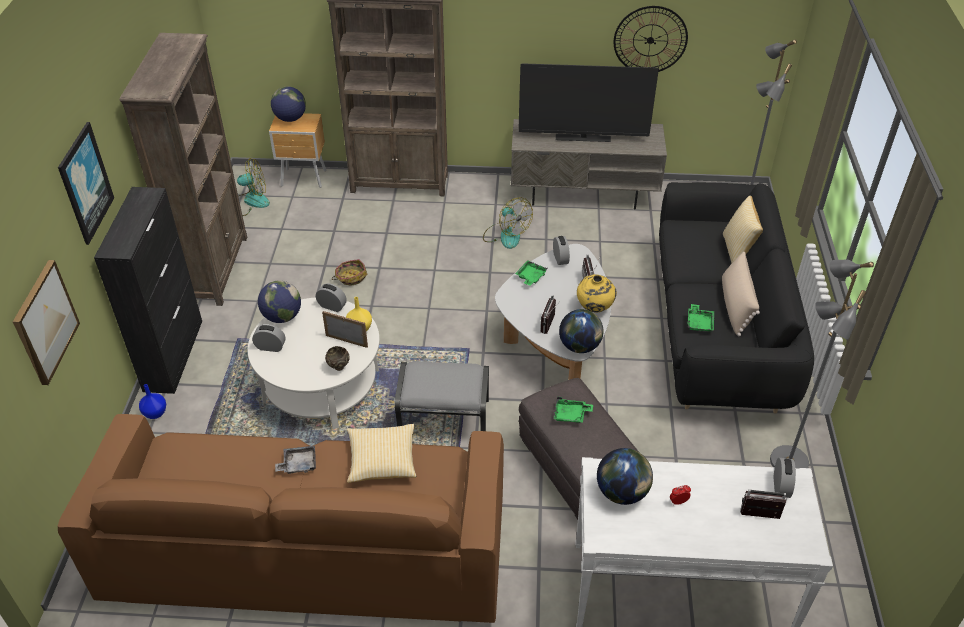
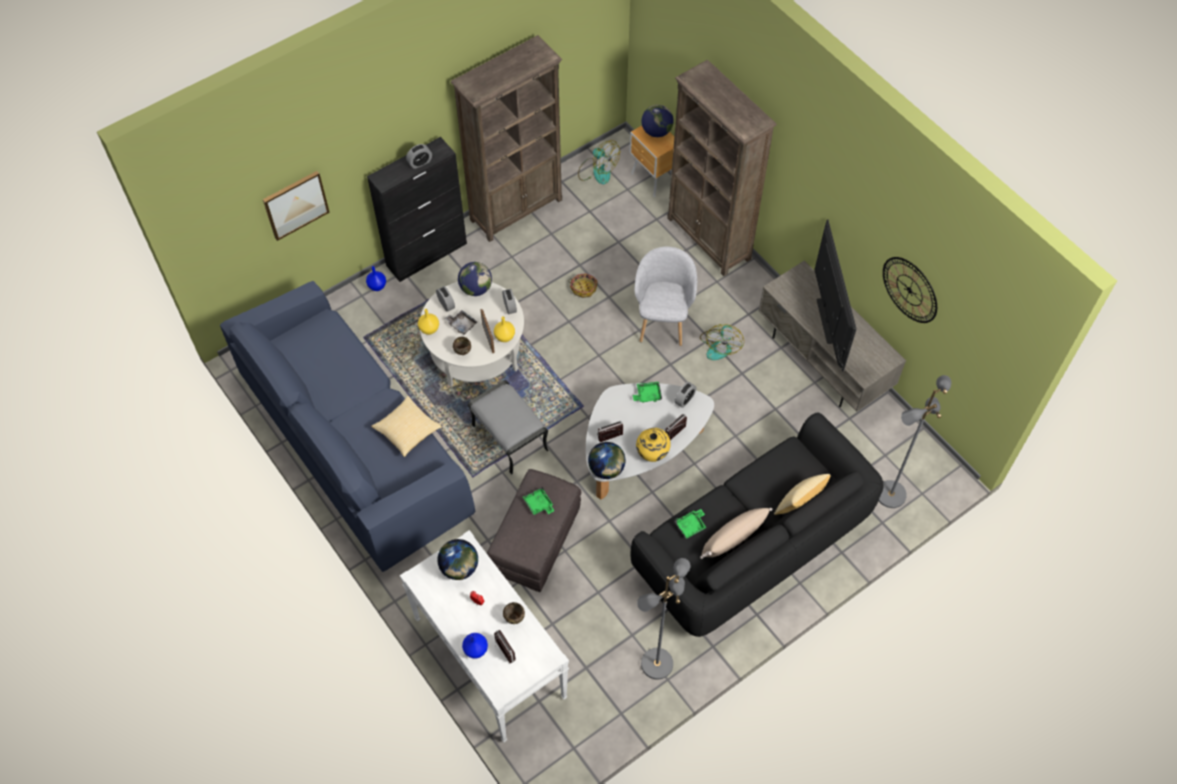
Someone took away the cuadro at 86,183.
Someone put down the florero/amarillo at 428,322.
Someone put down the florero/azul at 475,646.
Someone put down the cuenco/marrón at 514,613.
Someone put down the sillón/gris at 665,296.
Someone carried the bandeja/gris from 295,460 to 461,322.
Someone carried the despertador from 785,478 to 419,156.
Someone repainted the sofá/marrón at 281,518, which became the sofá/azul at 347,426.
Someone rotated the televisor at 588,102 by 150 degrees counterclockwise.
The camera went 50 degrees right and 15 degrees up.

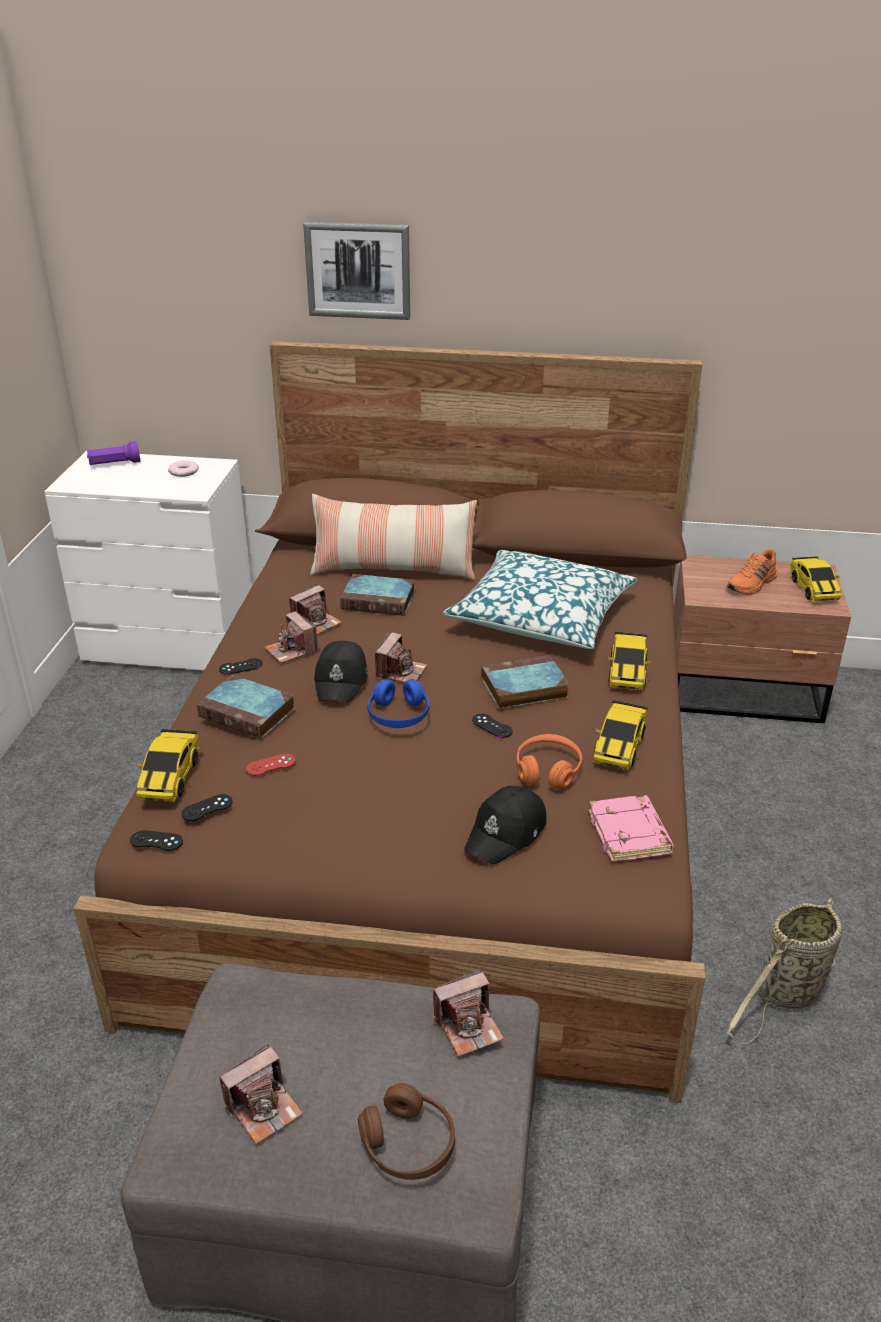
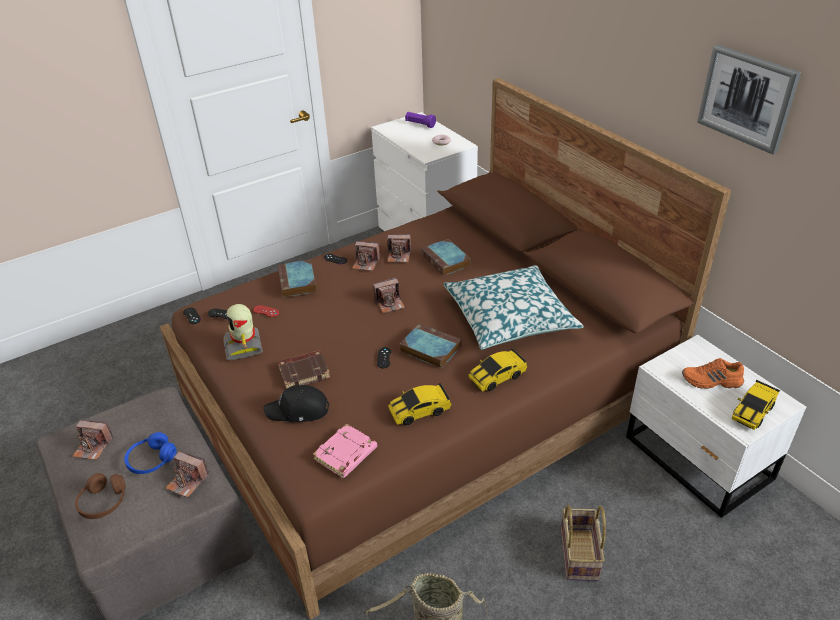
Someone took away the coche de juguete at 168,765.
Someone took away the cojín at 393,537.
Someone took away the gorra/negro at 341,672.
Someone took away the auriculares/naranja at 549,762.
Someone put down the robot de juguete at 243,332.
Someone put down the libro/marrón at 304,369.
Someone put down the cesta at 583,543.
Someone carried the cuadro from 356,271 to 749,99.
Someone carried the auriculares/azul from 398,703 to 150,453.
Someone repainted the mesita de noche/marrón at 762,639, which became the mesita de noche/blanco at 716,426.
Someone rotated the cámara at 291,637 by 90 degrees counterclockwise.
The camera went 50 degrees right and 5 degrees up.

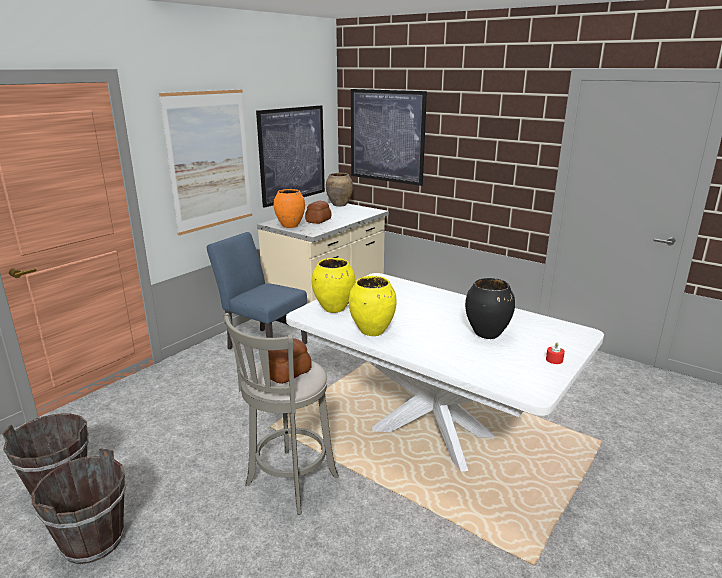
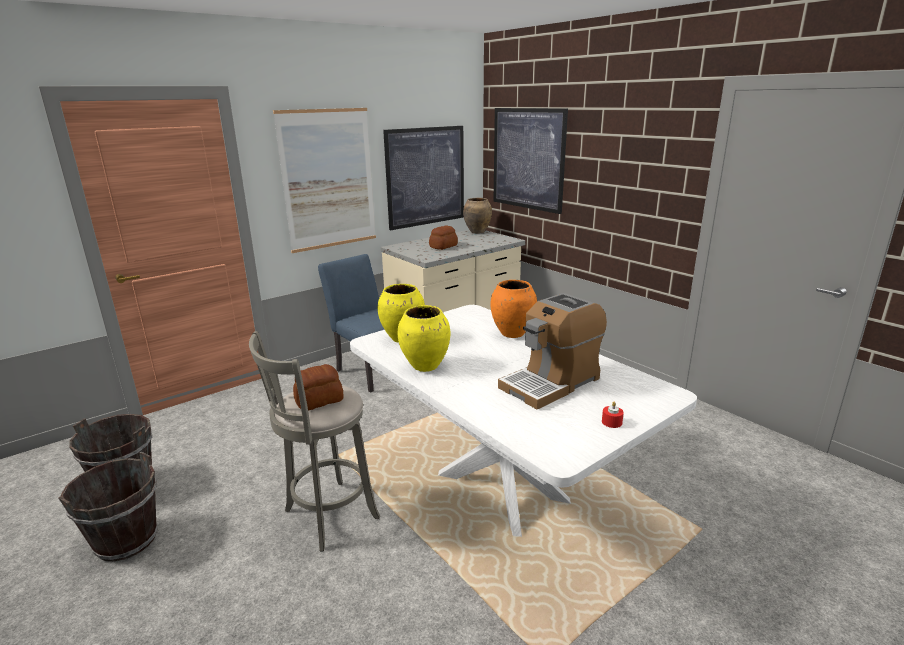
Someone carried the florero/naranja from 289,208 to 513,309.
Someone swapped the florero/negro at 490,308 for the cafetera at 552,351.
The camera went 15 degrees right and 0 degrees up.

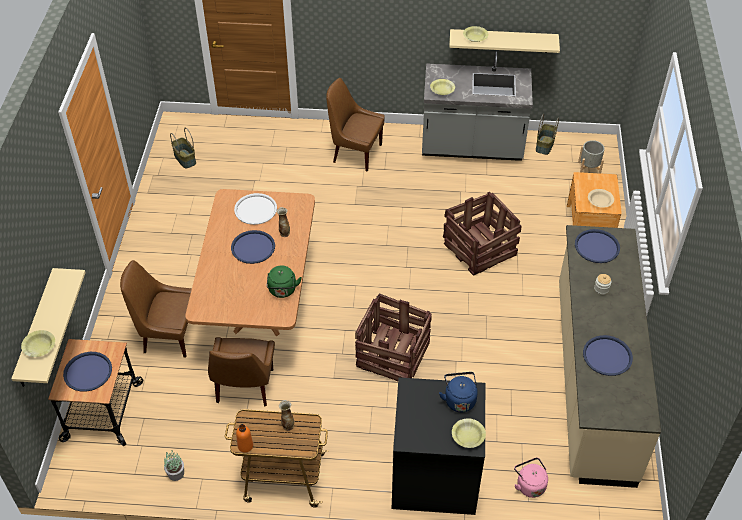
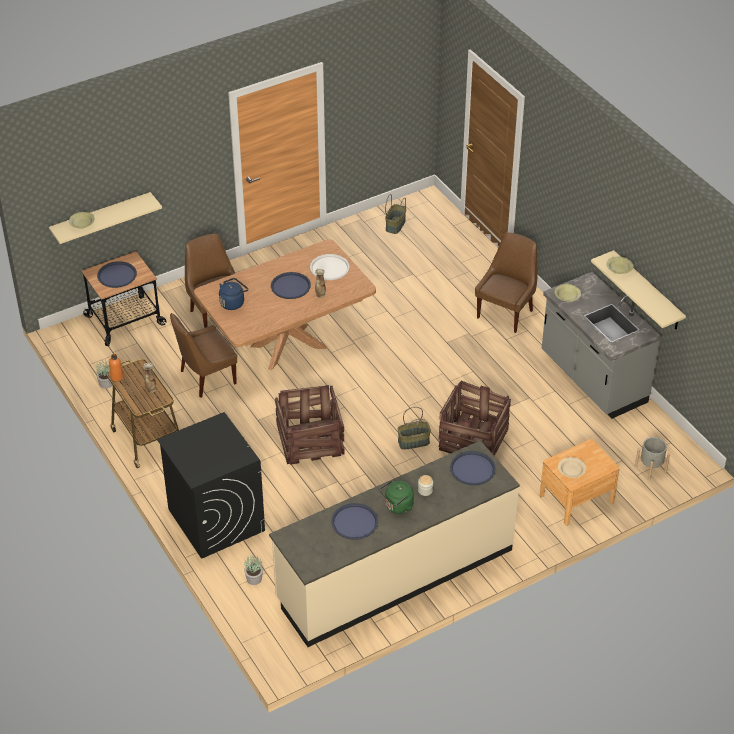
Someone took away the cuenco/amarillo at 469,433.
Someone carried the hervidor/verde from 284,281 to 397,497.
Someone carried the hervidor/azul from 458,392 to 233,294.
Someone carried the cesta from 547,134 to 414,428.
Someone swapped the hervidor/rosa at 531,478 for the planta en maceta at 253,569.
Someone rotated the silla/marrón at 355,125 by 45 degrees clockwise.
The camera went 55 degrees right and 5 degrees down.

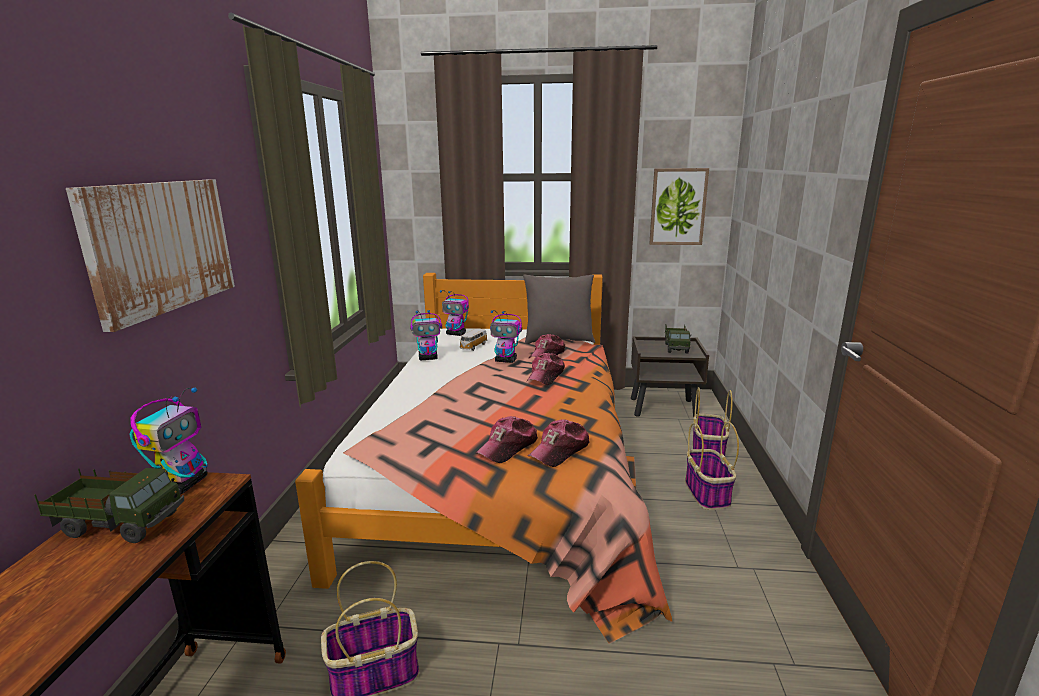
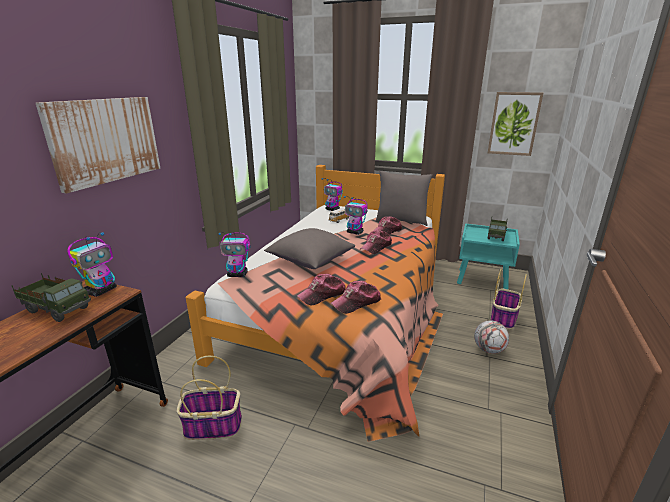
Someone put down the cojín/gris at 309,248.
Someone carried the robot de juguete from 426,335 to 234,254.
Someone swapped the cesta at 712,466 for the balón de fútbol at 491,337.
Someone repainted the mesita de noche/marrón at 670,376, which became the mesita de noche/turquesa at 488,256.
The camera went 15 degrees right and 5 degrees up.

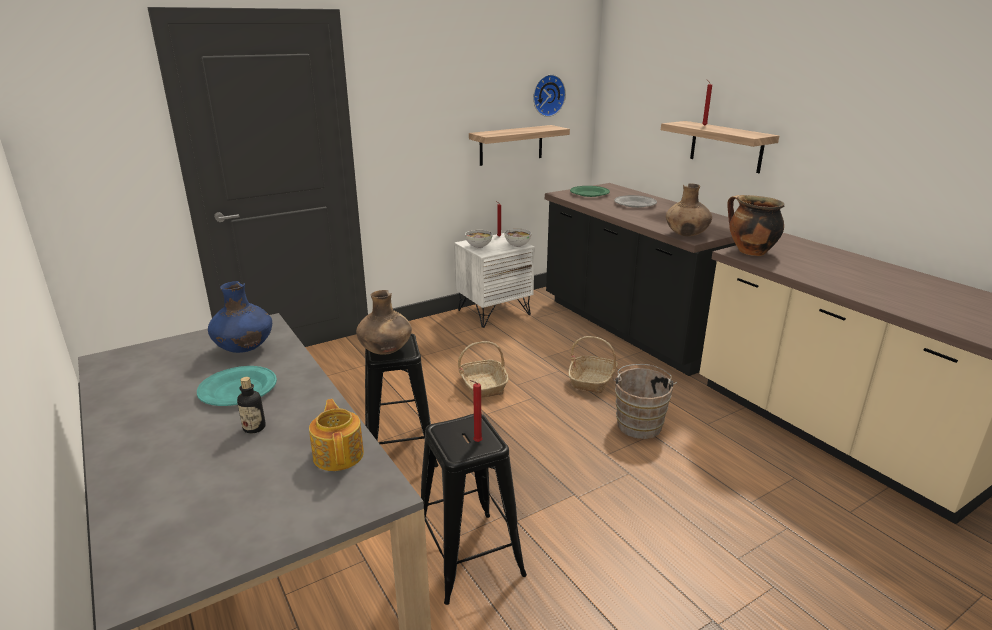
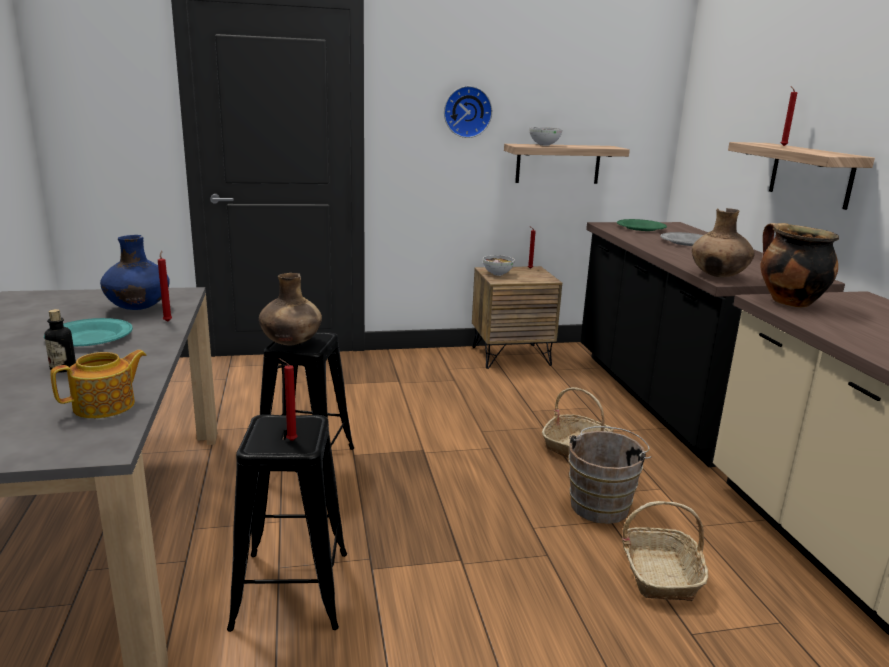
Someone put down the vela/rojo at 165,286.
Someone carried the cesta from 483,369 to 665,551.
Someone carried the cuenco from 518,238 to 546,136.
Someone carried the reloj de pared from 549,95 to 468,112.
Someone repainted the mesita de noche/blanco at 494,280, which became the mesita de noche/marrón at 517,317.
Someone rotated the tetera at 336,435 by 45 degrees clockwise.
The camera went 20 degrees right and 5 degrees down.

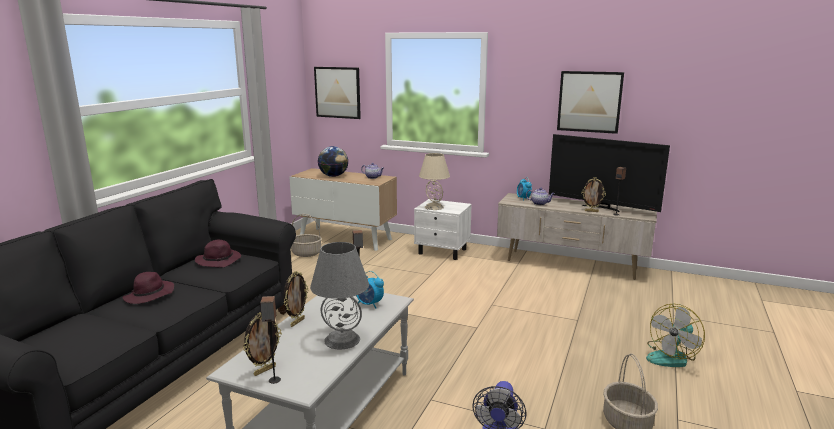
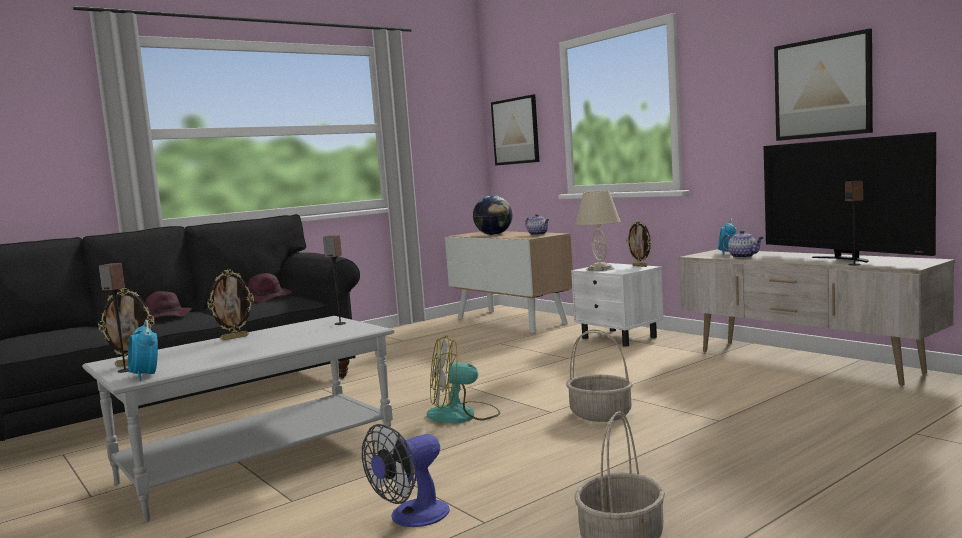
Someone took away the lámpara de mesa/gris at 339,295.
Someone carried the cesta from 306,235 to 599,375.
Someone carried the despertador from 370,290 to 143,350.
Someone carried the portarretratos from 593,194 to 638,243.
Someone carried the ventilador from 675,335 to 463,380.
The camera went 30 degrees right and 10 degrees down.

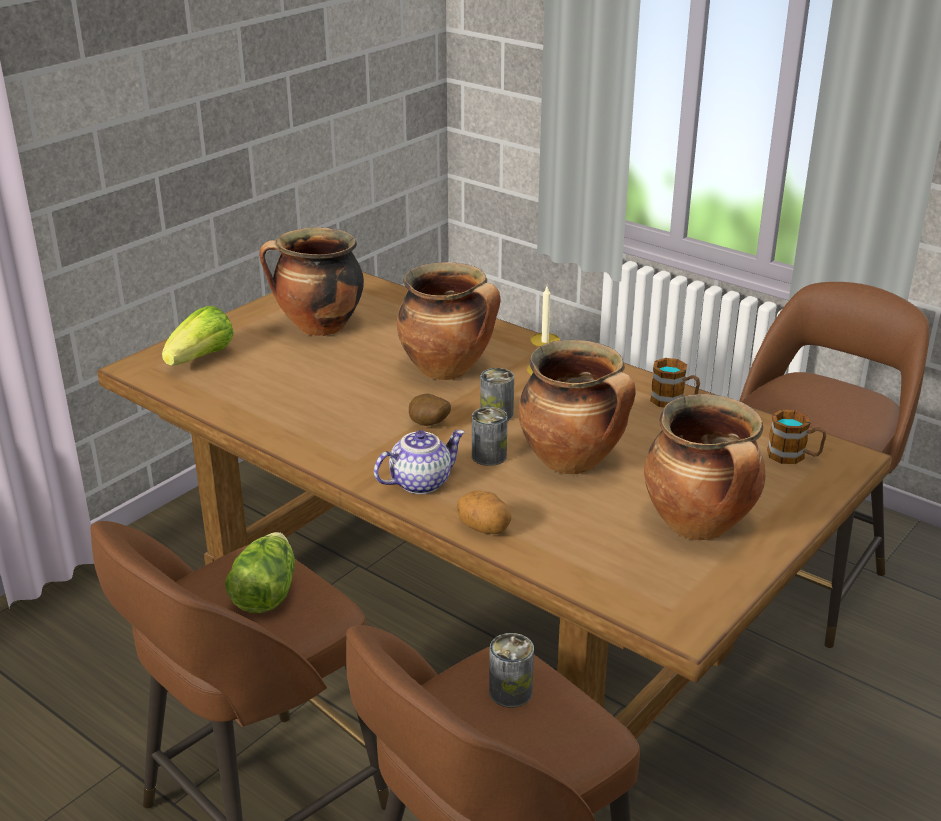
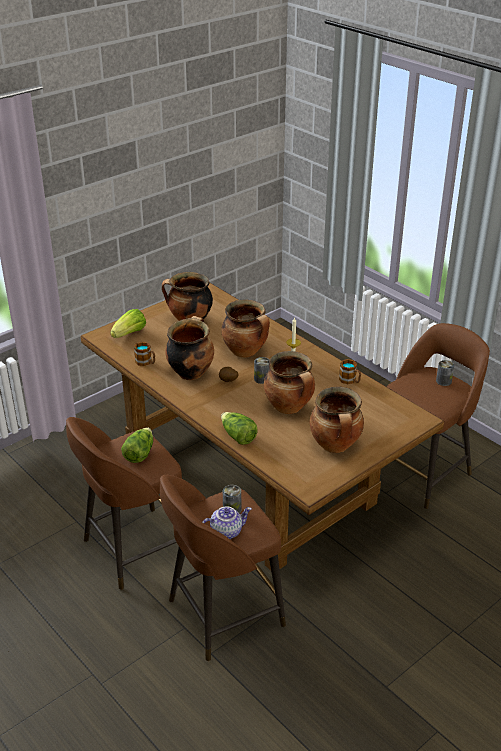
Someone put down the olla at 189,348.
Someone carried the tetera from 419,462 to 227,522.
Someone carried the lata from 489,436 to 445,373.
Someone carried the taza grande from 796,437 to 144,354.
Someone swapped the patata at 484,512 for the lechuga at 239,428.
The camera went 10 degrees right and 5 degrees up.

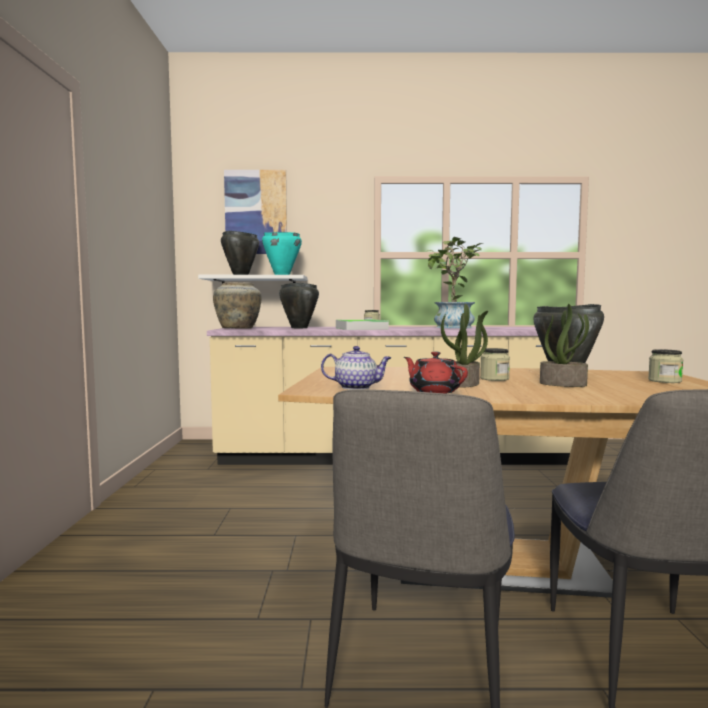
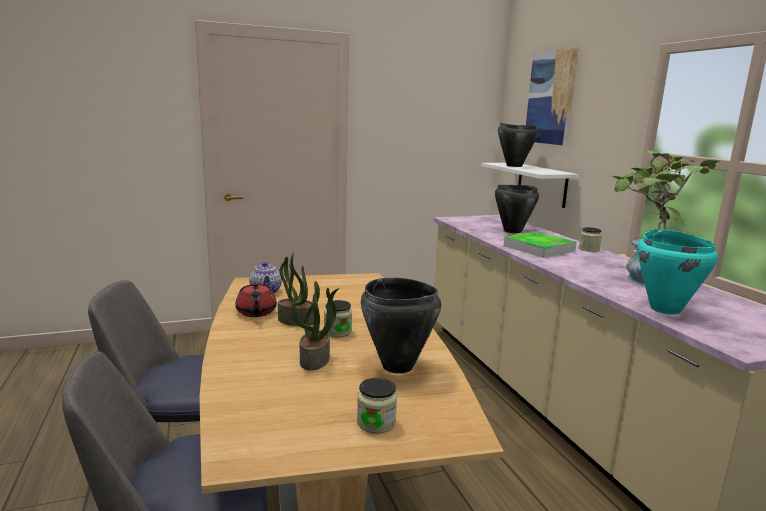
Someone took away the florero/beis at 237,305.
Someone carried the olla/turquesa from 282,253 to 677,272.
Someone rotated the tetera/rojo at 436,373 by 135 degrees clockwise.
The camera went 70 degrees right and 10 degrees up.

